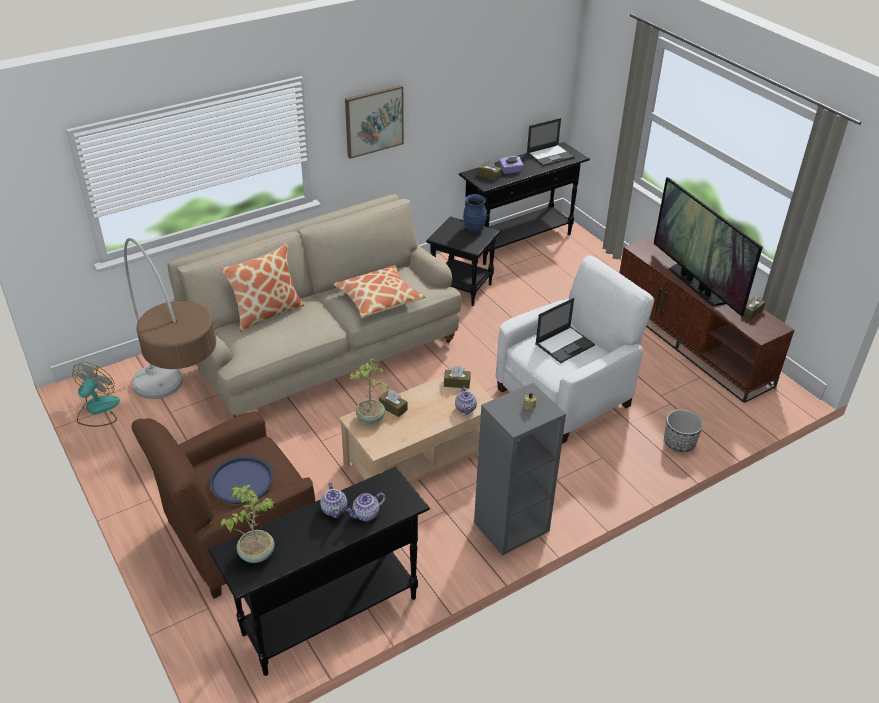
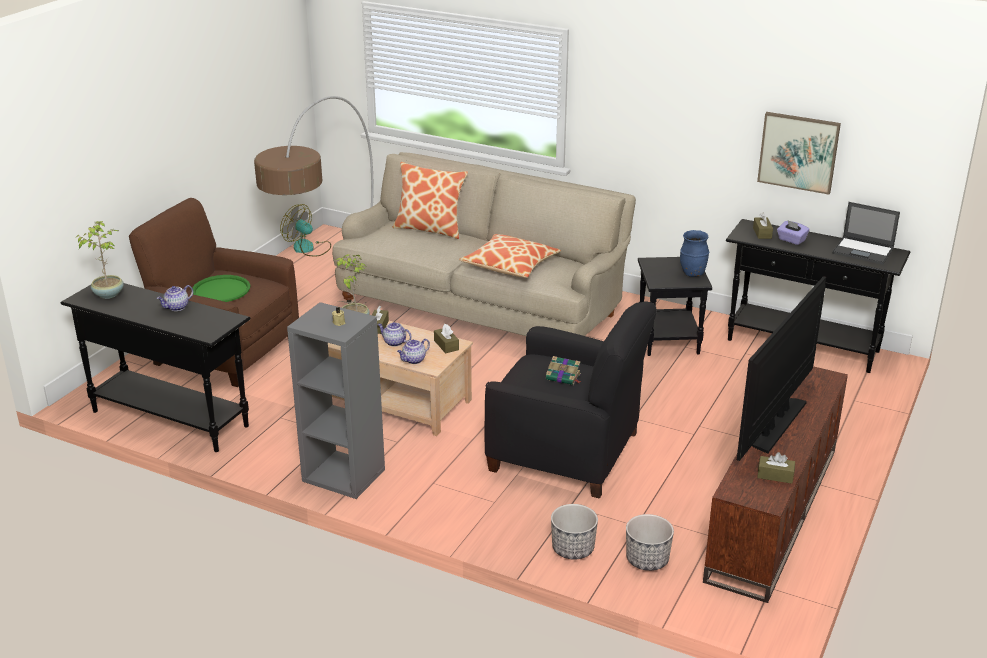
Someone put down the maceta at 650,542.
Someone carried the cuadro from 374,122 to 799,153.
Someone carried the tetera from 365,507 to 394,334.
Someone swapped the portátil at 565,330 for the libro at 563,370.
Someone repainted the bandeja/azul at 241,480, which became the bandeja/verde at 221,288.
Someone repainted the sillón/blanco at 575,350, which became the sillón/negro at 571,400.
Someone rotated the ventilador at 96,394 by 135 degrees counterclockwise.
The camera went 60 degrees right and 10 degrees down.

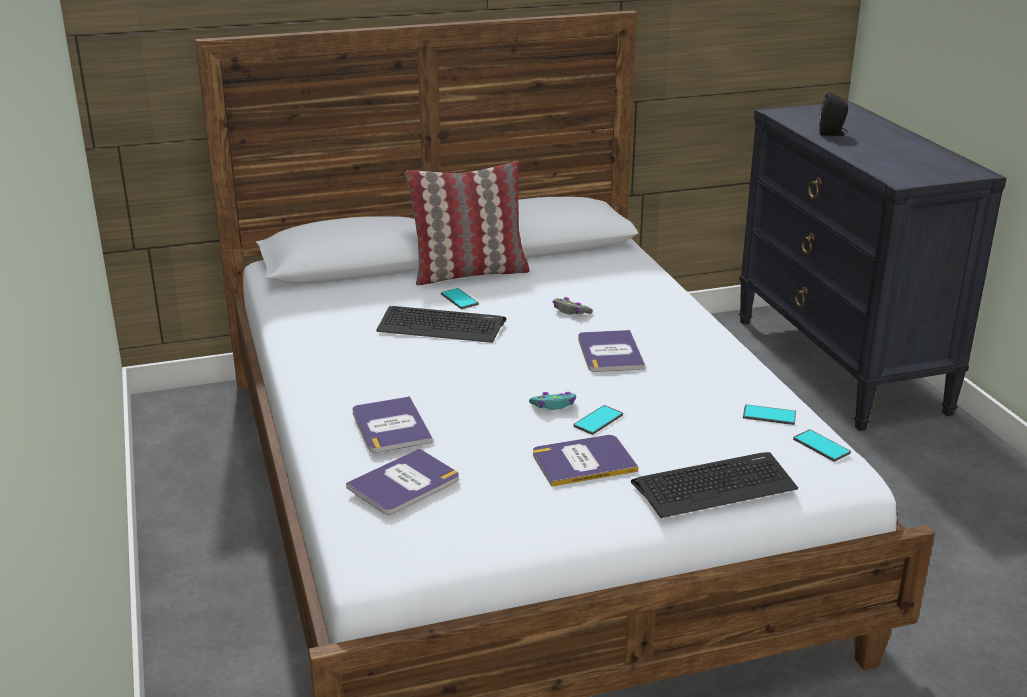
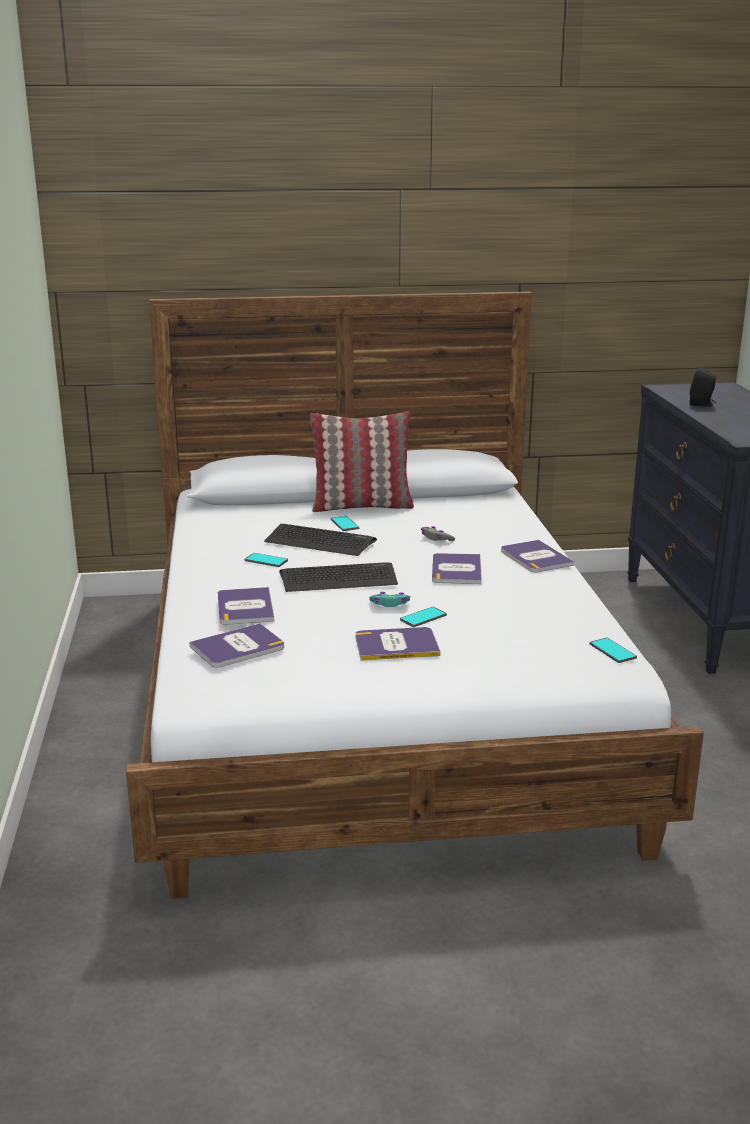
Someone put down the libro at 537,556.
Someone carried the teclado from 714,485 to 338,577.
Someone carried the móvil from 769,414 to 266,560.
The camera went 10 degrees right and 5 degrees down.

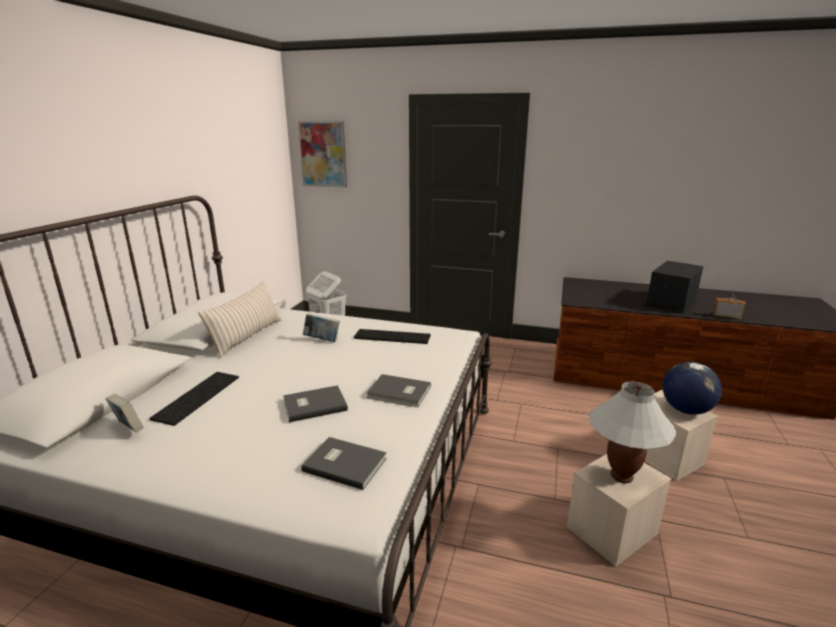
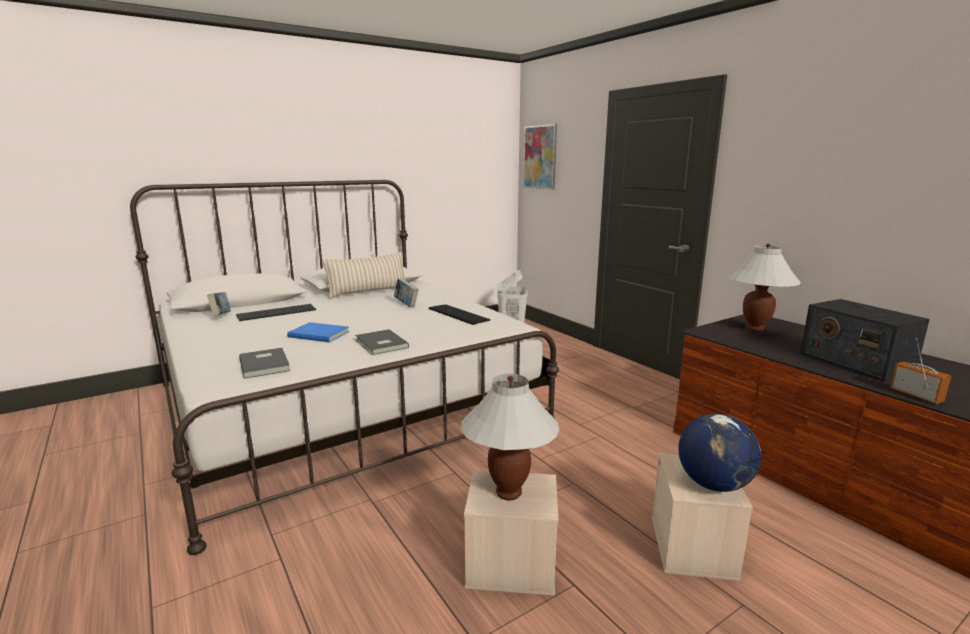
Someone put down the lámpara de mesa/blanco at 764,288.
Someone repainted the libro/gris at 315,403, which became the libro/azul at 318,332.
Someone rotated the radio at 674,287 by 105 degrees counterclockwise.
The camera went 40 degrees right and 5 degrees down.

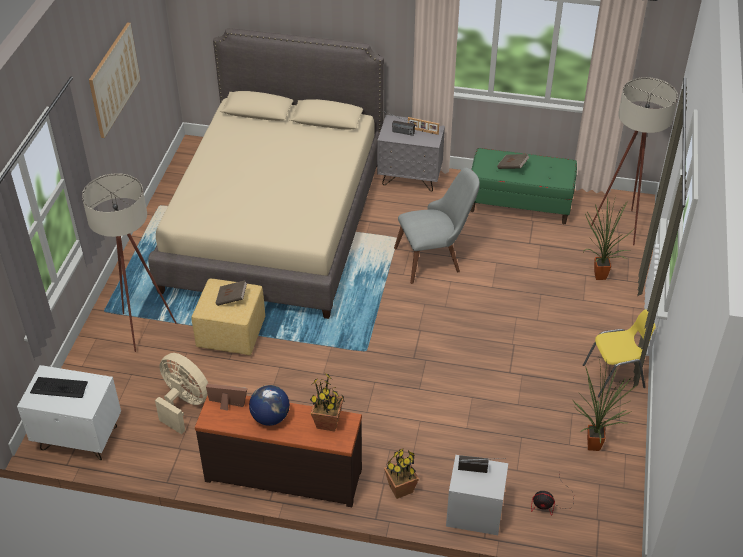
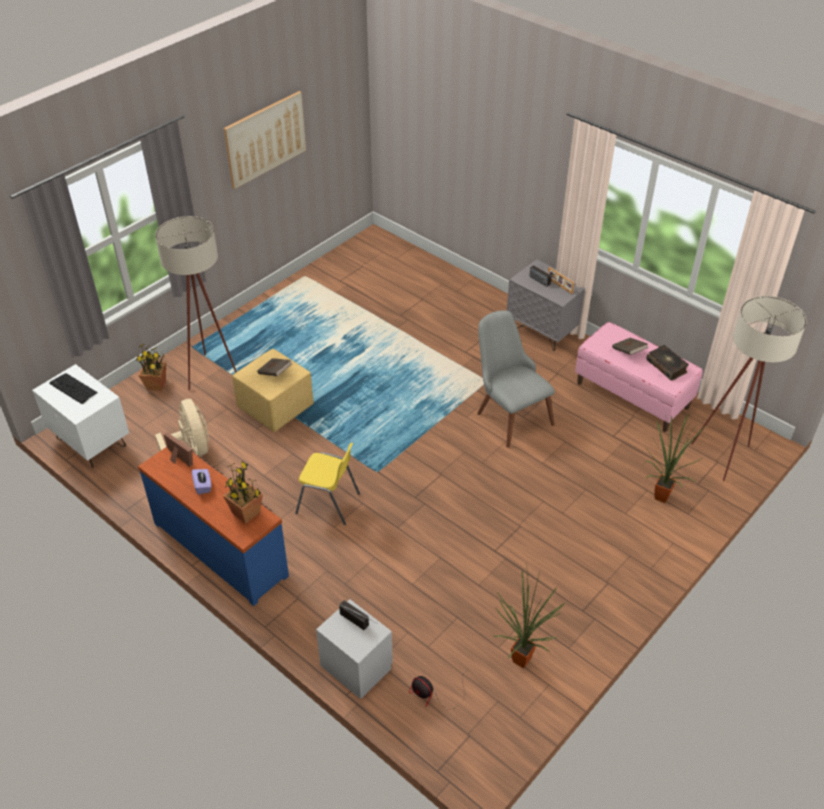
Someone took away the cama/beis at 266,173.
Someone put down the libro at 667,363.
Someone carried the planta en maceta from 401,474 to 151,367.
Someone carried the silla/amarillo from 619,353 to 327,484.
Someone swapped the globo terráqueo at 269,405 for the caja de pañuelos/morado at 201,482.
Someone repainted the cómoda/marrón at 278,451, which became the cómoda/azul at 213,526.
Someone repainted the banco/verde at 523,186, which became the banco/rosa at 639,377.
Someone rotated the silla/gris at 437,226 by 135 degrees counterclockwise.
The camera went 30 degrees right and 0 degrees up.

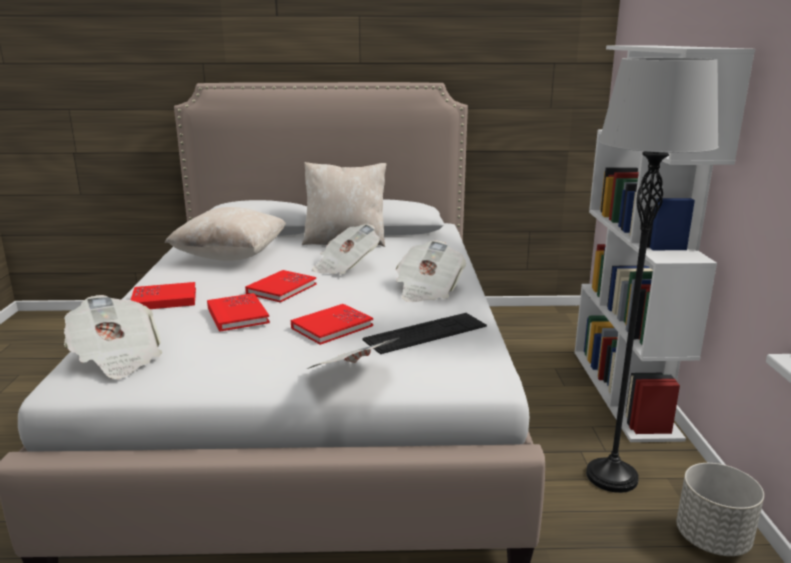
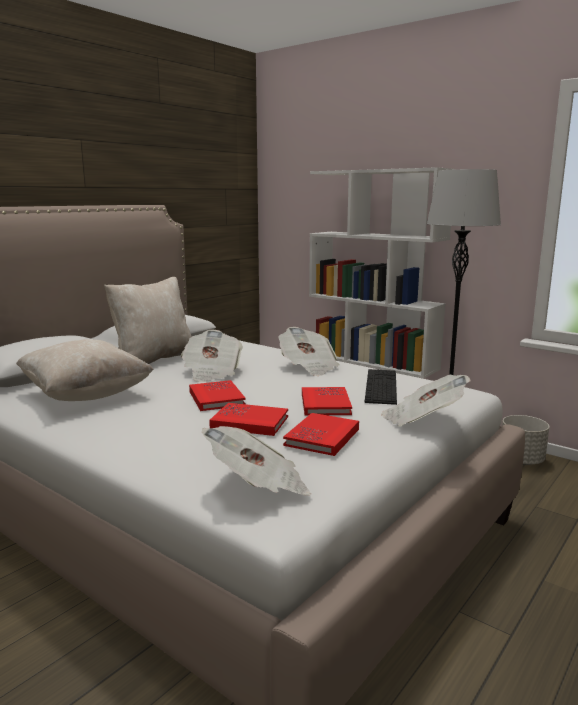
Someone carried the libro/rojo from 163,295 to 321,434.
The camera went 50 degrees left and 5 degrees down.

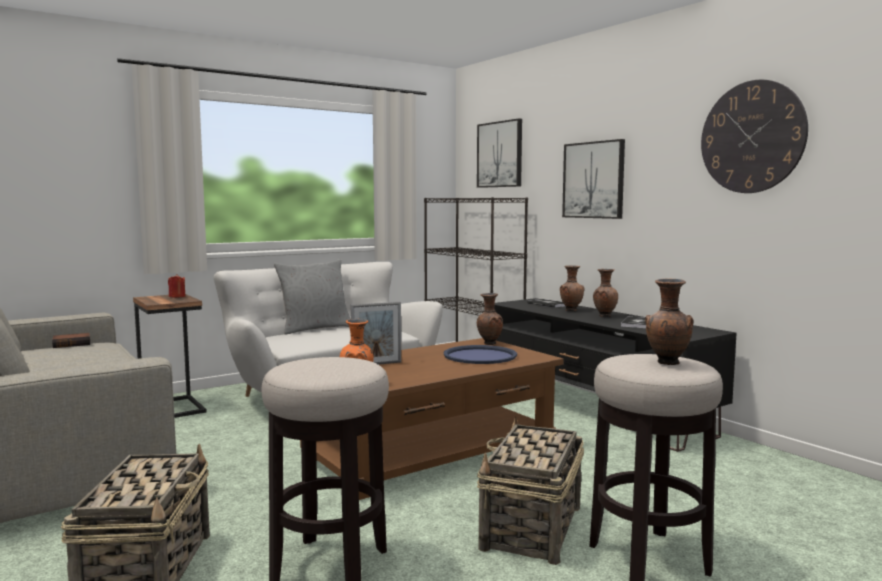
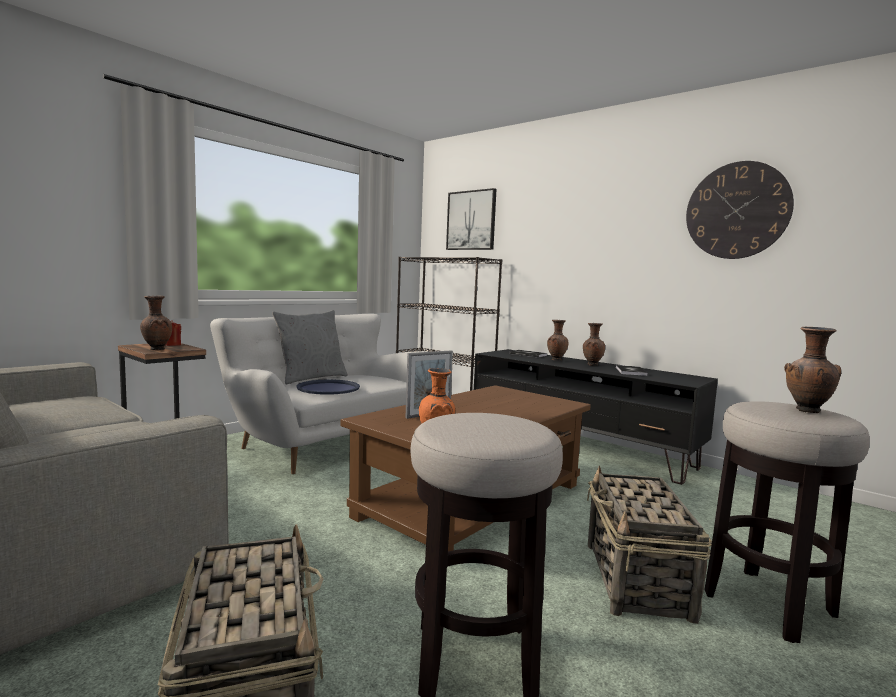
Someone took away the libro at 71,340.
Someone took away the cuadro at 593,179.
Someone carried the bandeja/azul from 480,354 to 328,387.
Someone carried the florero/marrón from 490,319 to 156,323.
The camera went 15 degrees left and 0 degrees up.

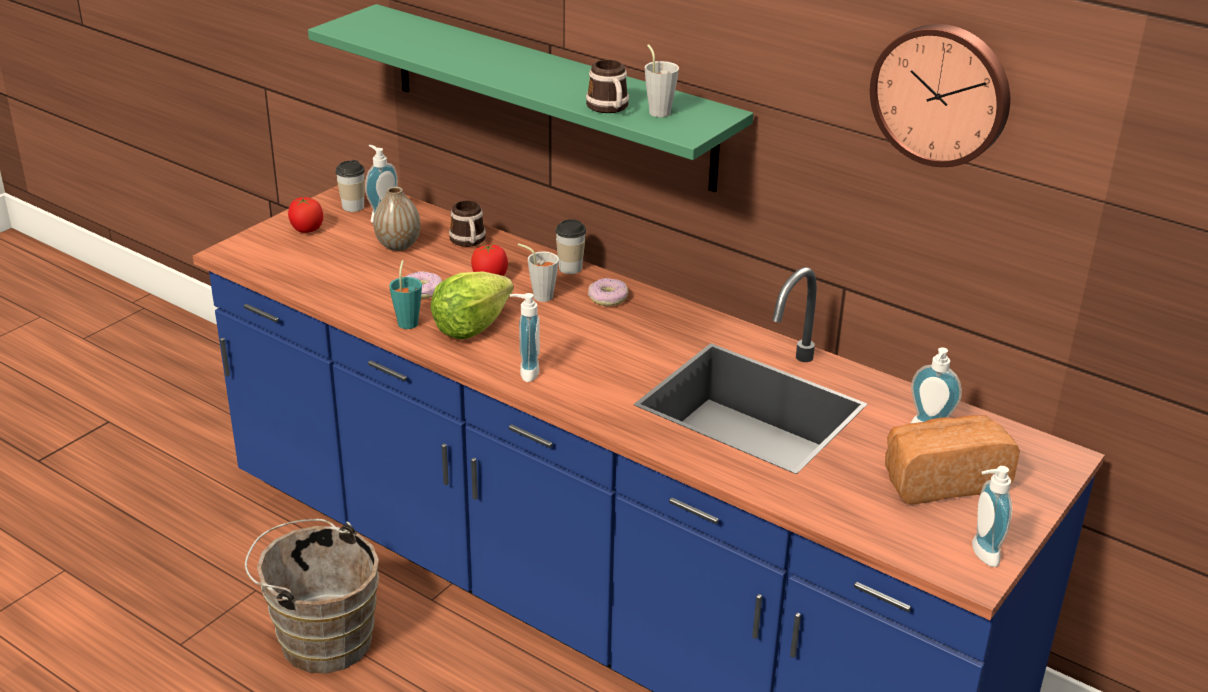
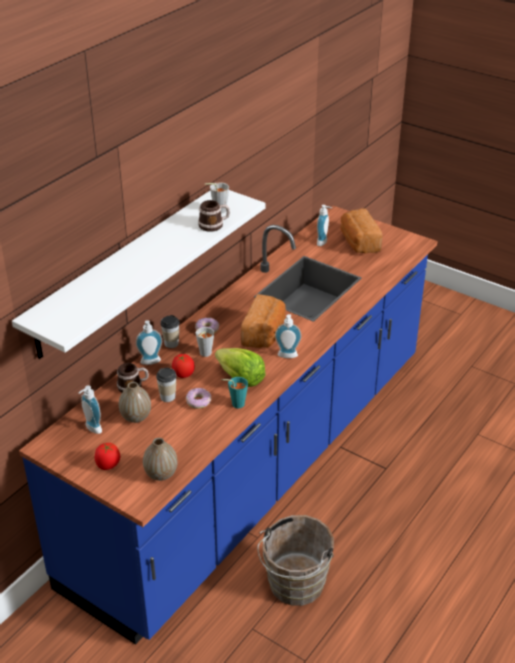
Someone took away the reloj de pared at 940,95.
Someone put down the florero at 160,459.
Someone put down the pan at 263,321.
Someone carried the taza from 350,186 to 166,385.
Someone carried the dispensador de jabón from 992,516 to 149,342.
Someone repainted the estante/verde at 530,98, which became the estante/blanco at 139,274.
The camera went 90 degrees left and 5 degrees up.

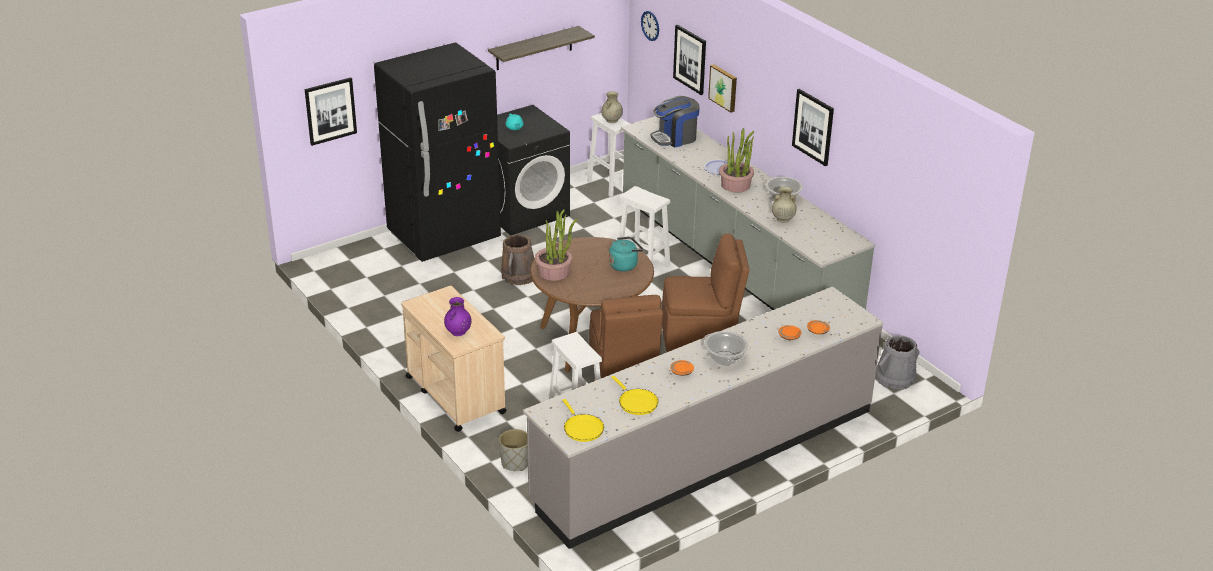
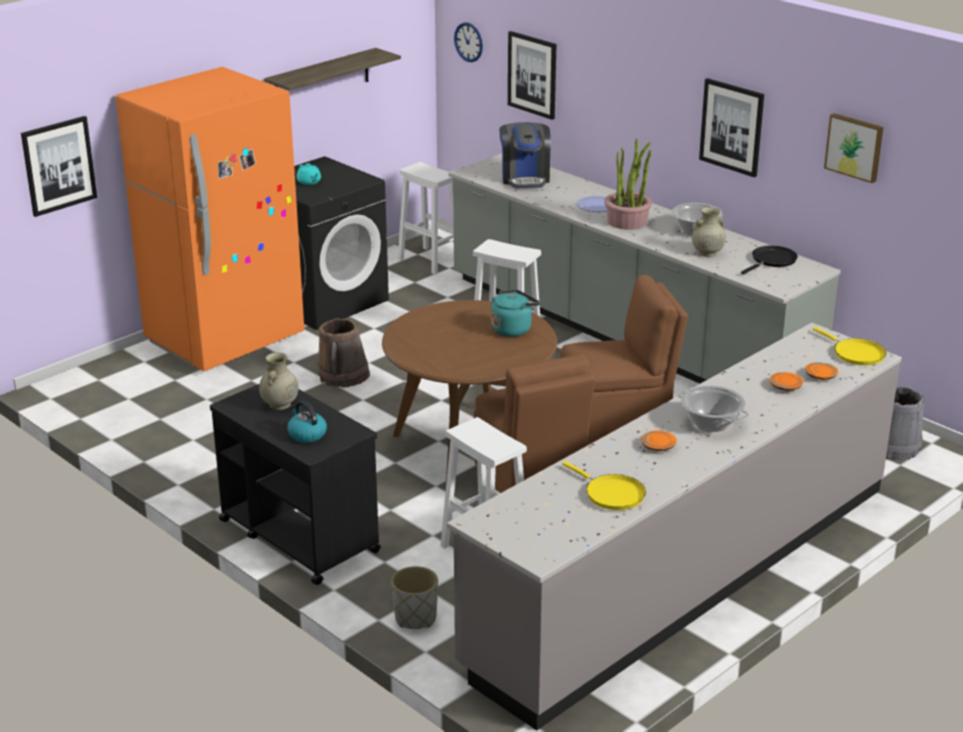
Someone took away the planta en maceta at 556,245.
Someone put down the sartén/negro at 769,260.
Someone carried the sartén/amarillo from 583,420 to 849,346.
Someone carried the florero/beis from 612,107 to 279,381.
Someone carried the cuadro from 722,88 to 853,148.
Someone swapped the florero/morado at 457,316 for the hervidor at 307,422.
Someone repainted the nevera/negro at 437,152, which became the nevera/naranja at 210,219.
Someone repainted the carrito/beis at 453,359, which became the carrito/negro at 295,484.
Someone rotated the cafetera at 675,121 by 60 degrees counterclockwise.
The camera went 10 degrees left and 5 degrees down.

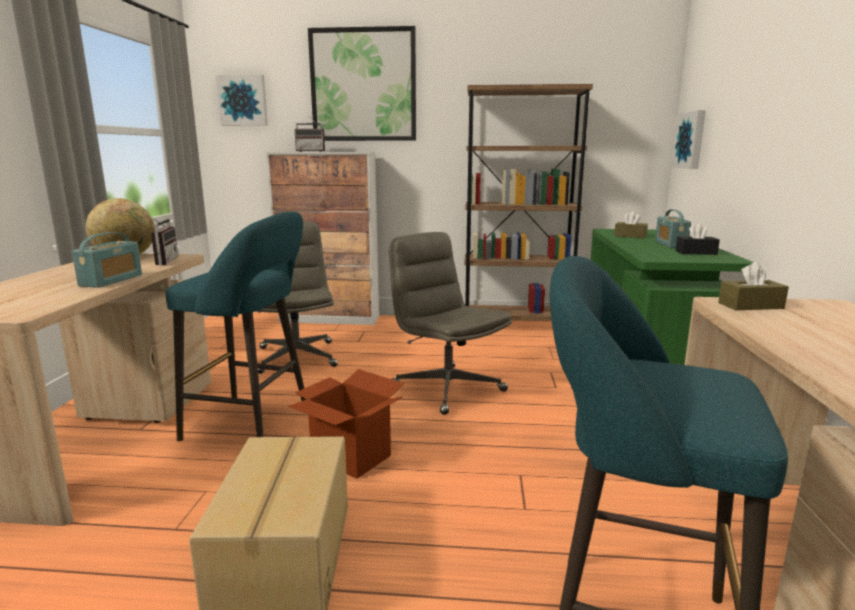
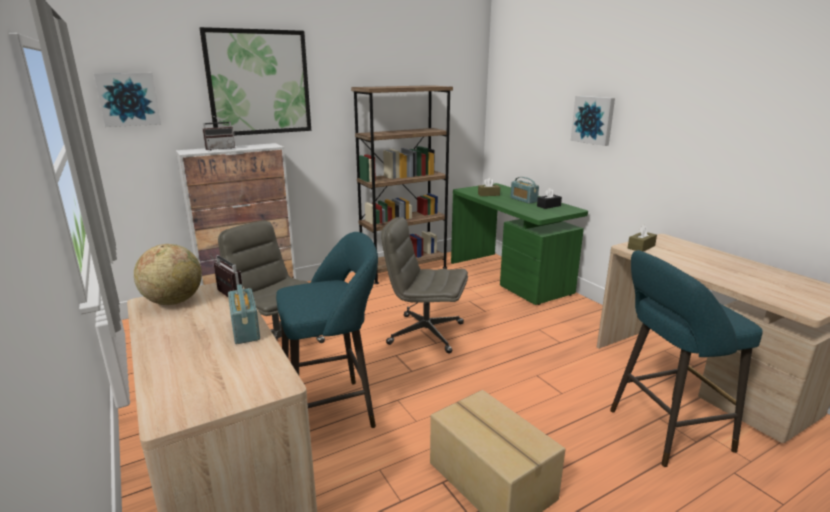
Someone took away the caja de cartón at 346,424.
Someone carried the cuadro from 689,139 to 593,121.
The camera went 35 degrees left and 5 degrees up.

